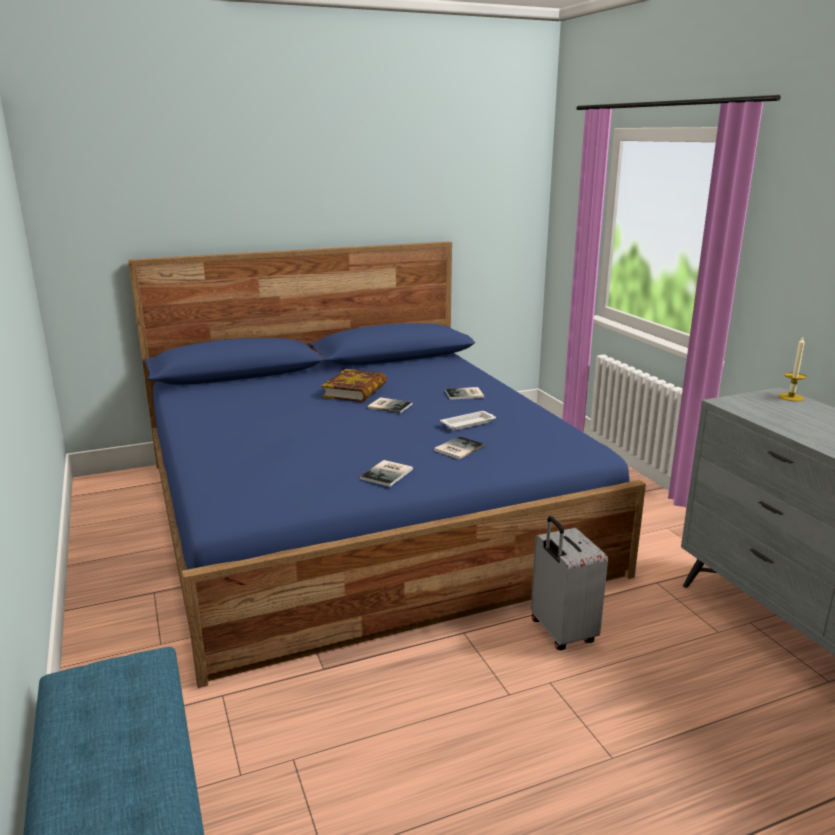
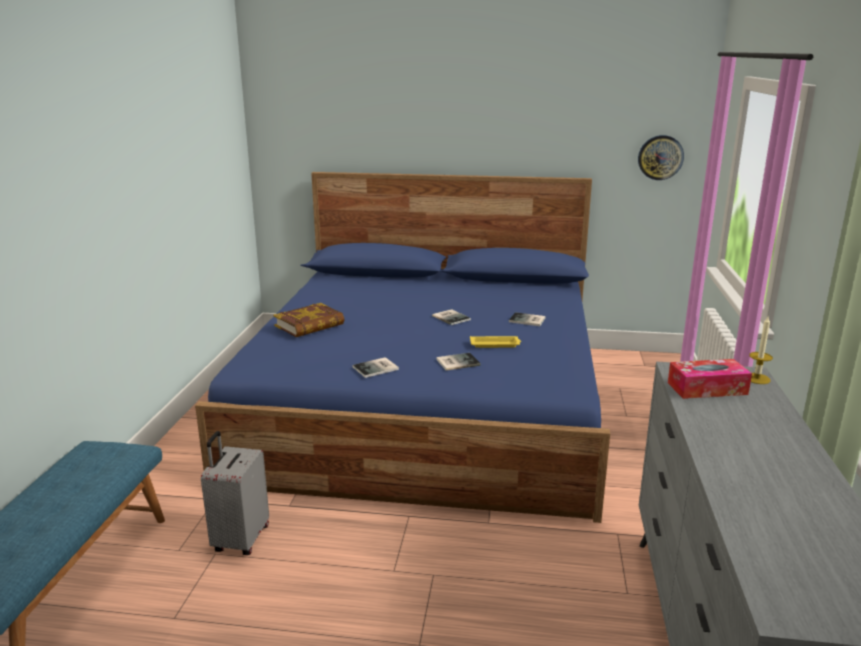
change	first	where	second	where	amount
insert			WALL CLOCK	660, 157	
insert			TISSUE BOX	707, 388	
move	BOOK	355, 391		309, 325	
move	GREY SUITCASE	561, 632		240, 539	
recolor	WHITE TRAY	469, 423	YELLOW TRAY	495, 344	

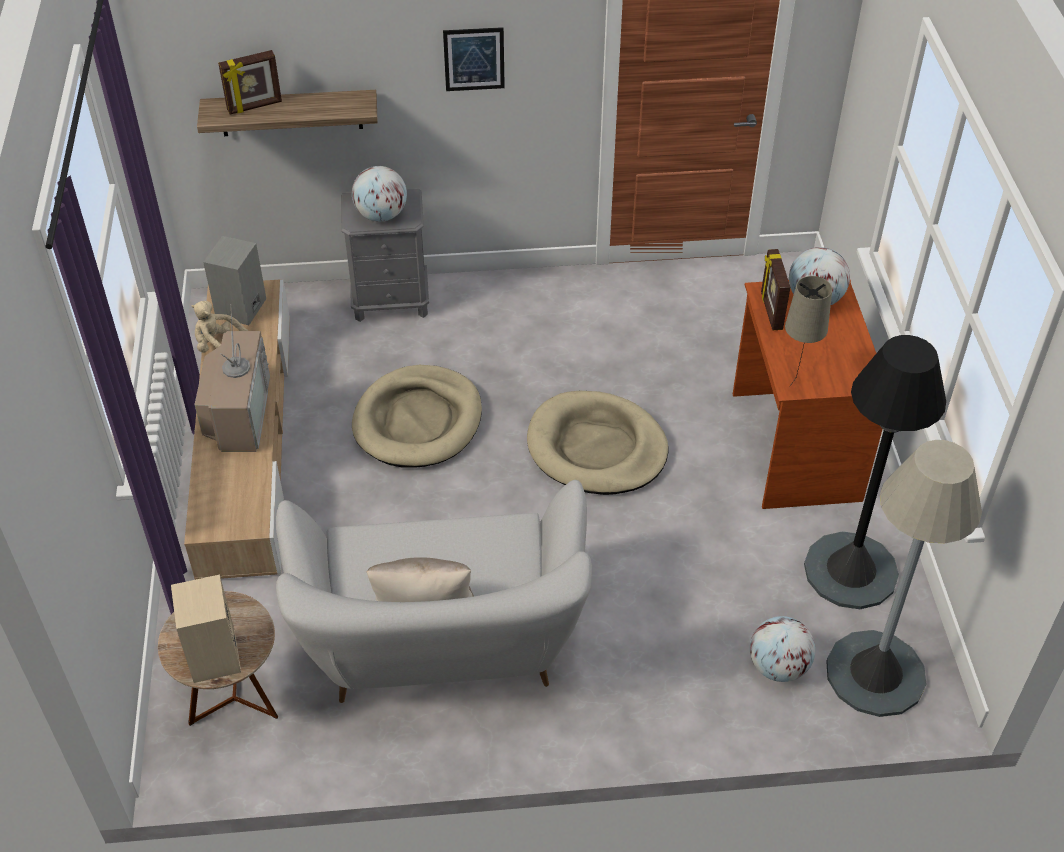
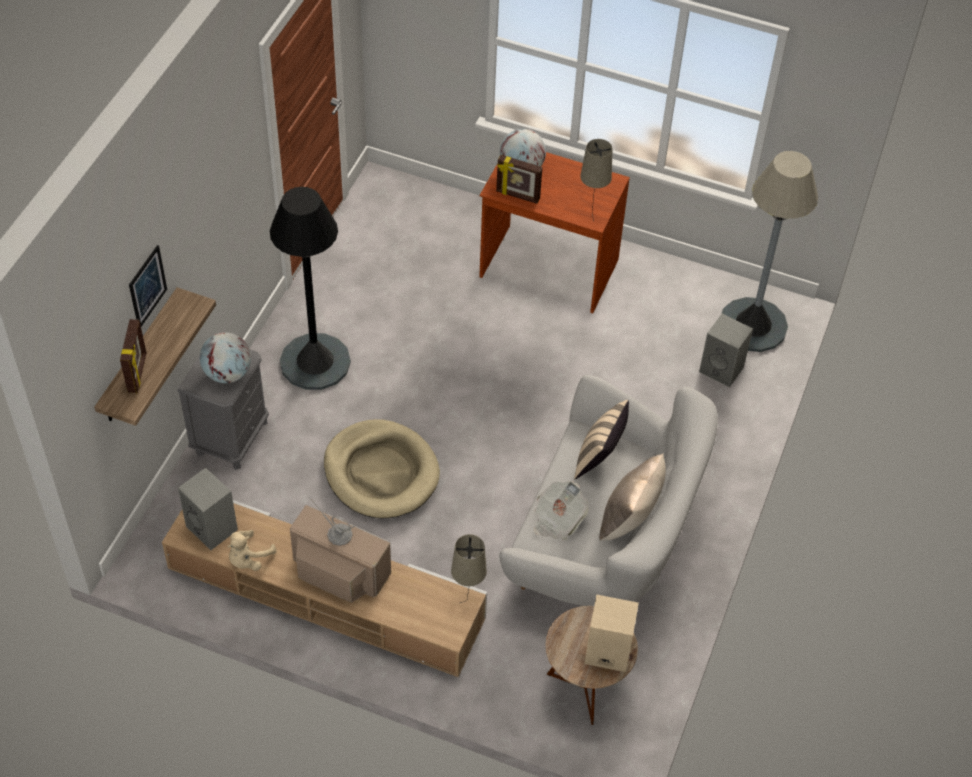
change	first	where	second	where	amount
delete	BEIGE DOG BED	596, 448			
insert			BEIGE TABLE LAMP	467, 603	
insert			NEWSPAPER	557, 519	
insert			BEIGE PILLOW	599, 458	
move	PICTURE	474, 59		147, 286	
move	BLACK FLOOR LAMP	850, 570		315, 362	
replace	GLOBE	778, 667	GREY SPEAKER	722, 369	

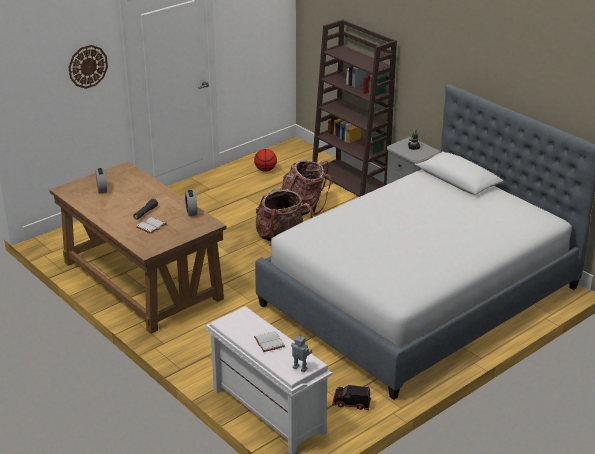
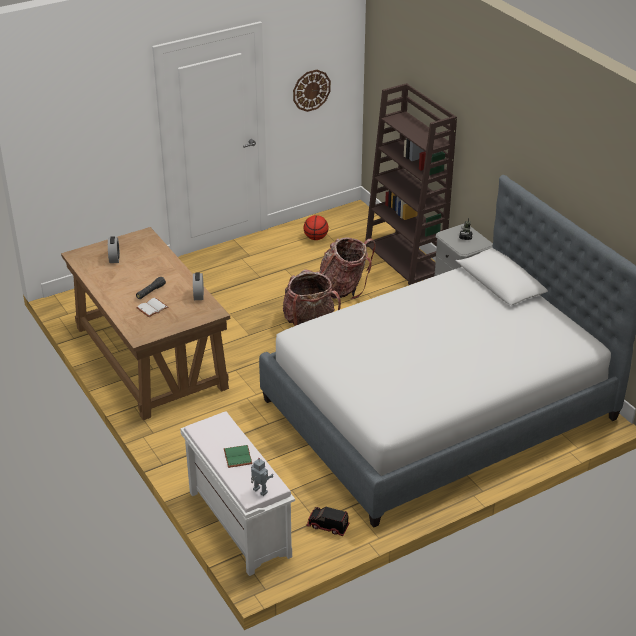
change	first	where	second	where	amount
move	WALL CLOCK	87, 66		311, 90	
recolor	WHITE BOOK	268, 342	GREEN BOOK	236, 457	

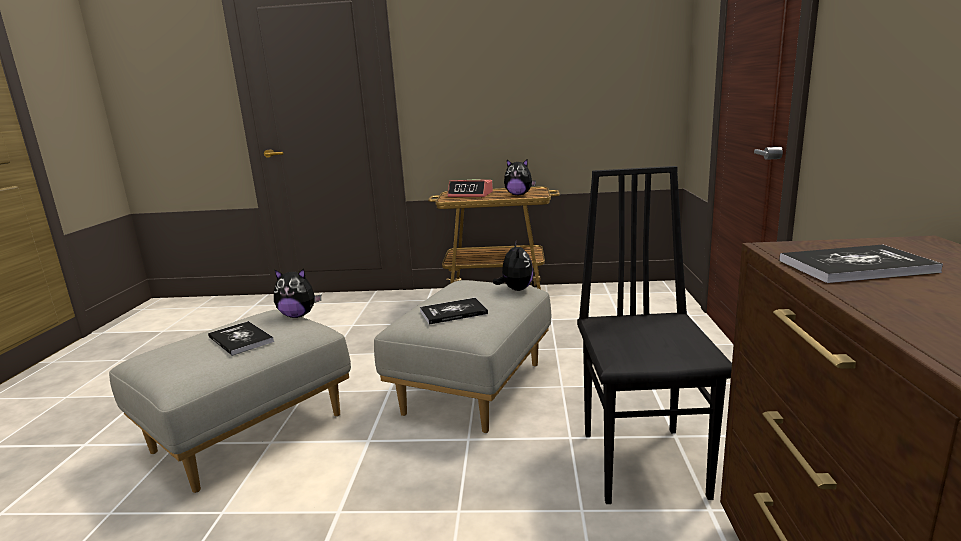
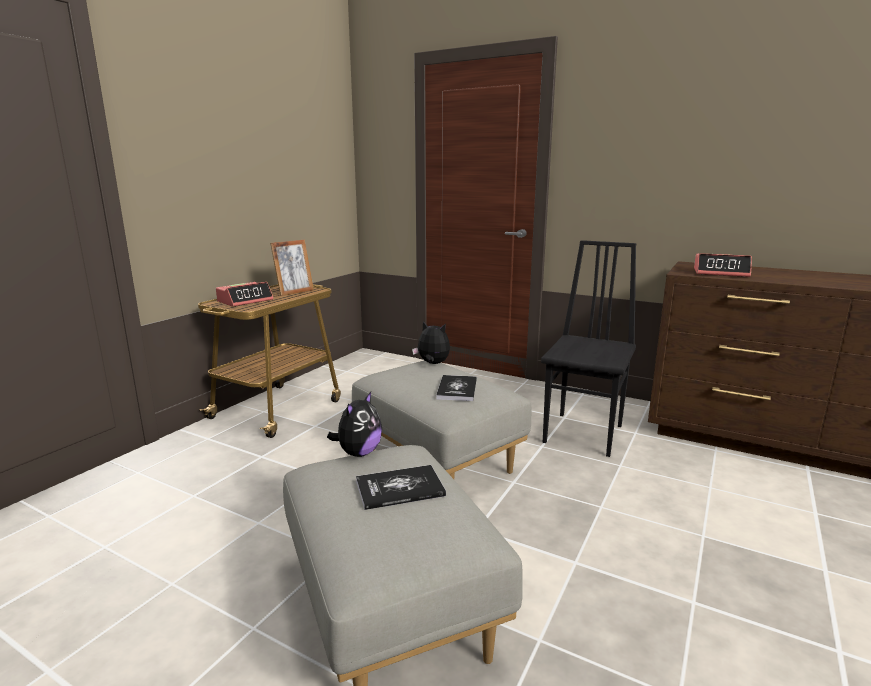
change	first	where	second	where	amount
replace	PLUSH TOY	519, 195	PICTURE FRAME	294, 292	
replace	BOOK	855, 266	ALARM CLOCK	721, 273	
rotate	BLACK CHAIR	645, 462		585, 434	90 degrees clockwise

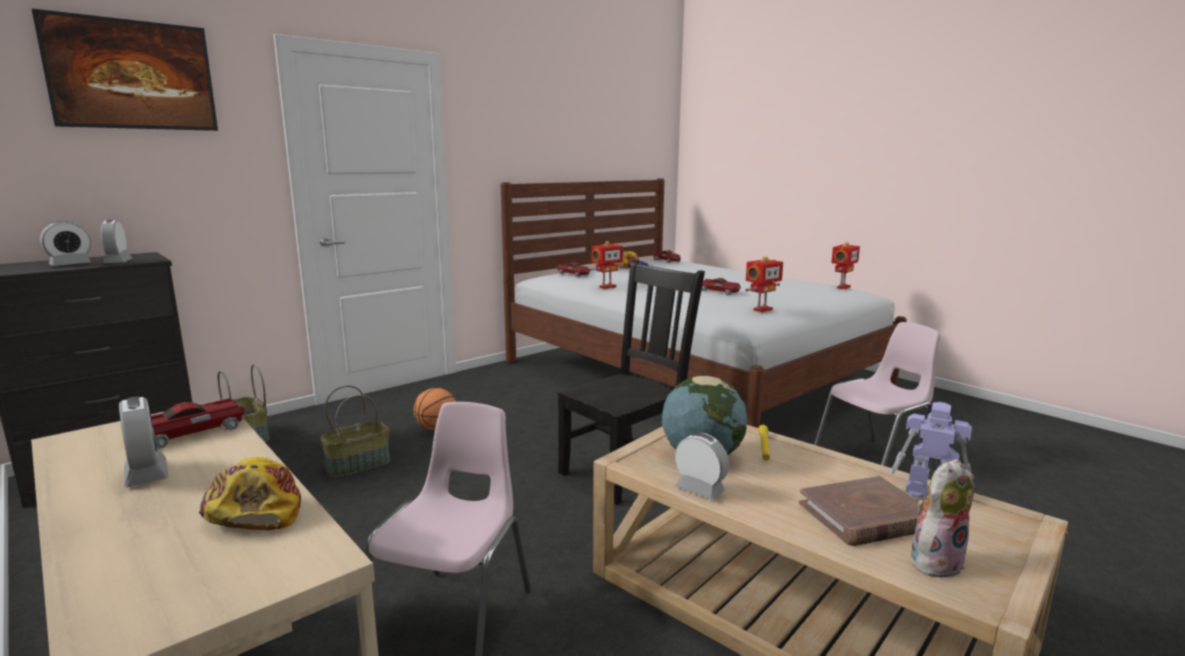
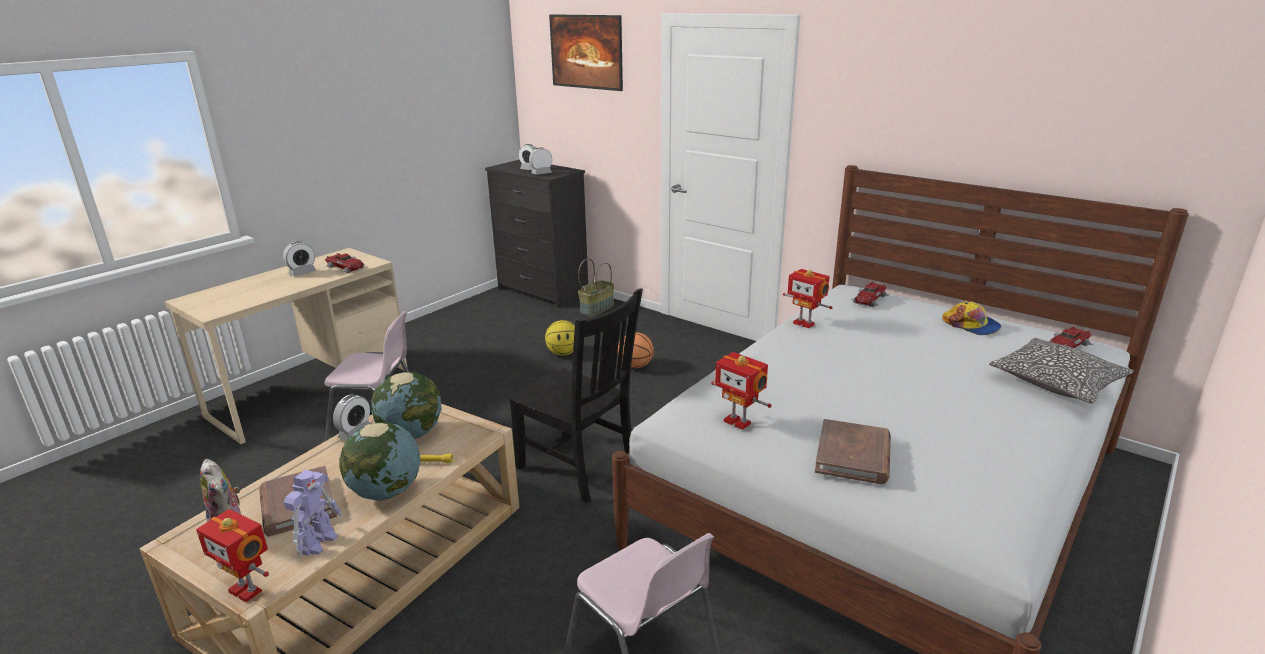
change	first	where	second	where	amount
delete	CAP	253, 507			
delete	TOY CAR	719, 291			
insert			GLOBE	386, 492	
insert			BROWN BOOK	853, 455	
insert			PILLOW	1057, 382	
move	TOY ROBOT	842, 287		247, 590	
replace	BASKET	358, 464	BASKETBALL	563, 353	

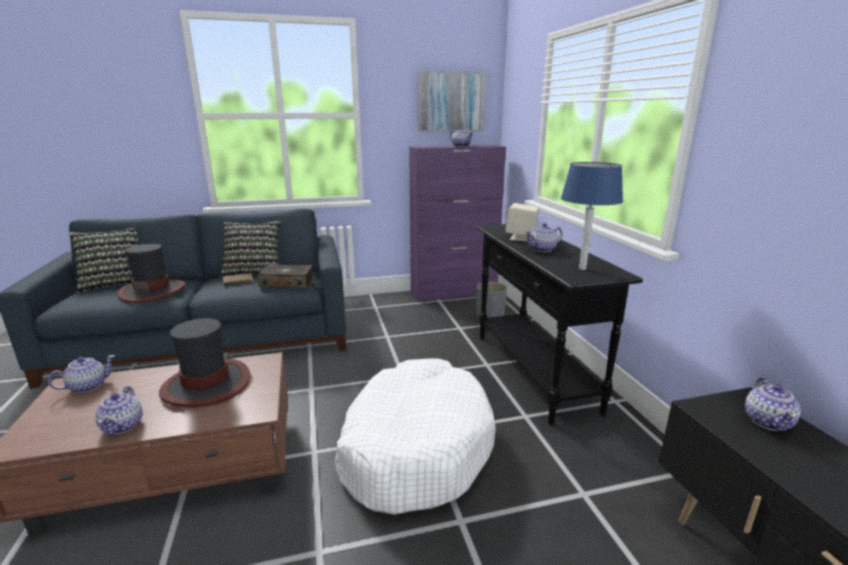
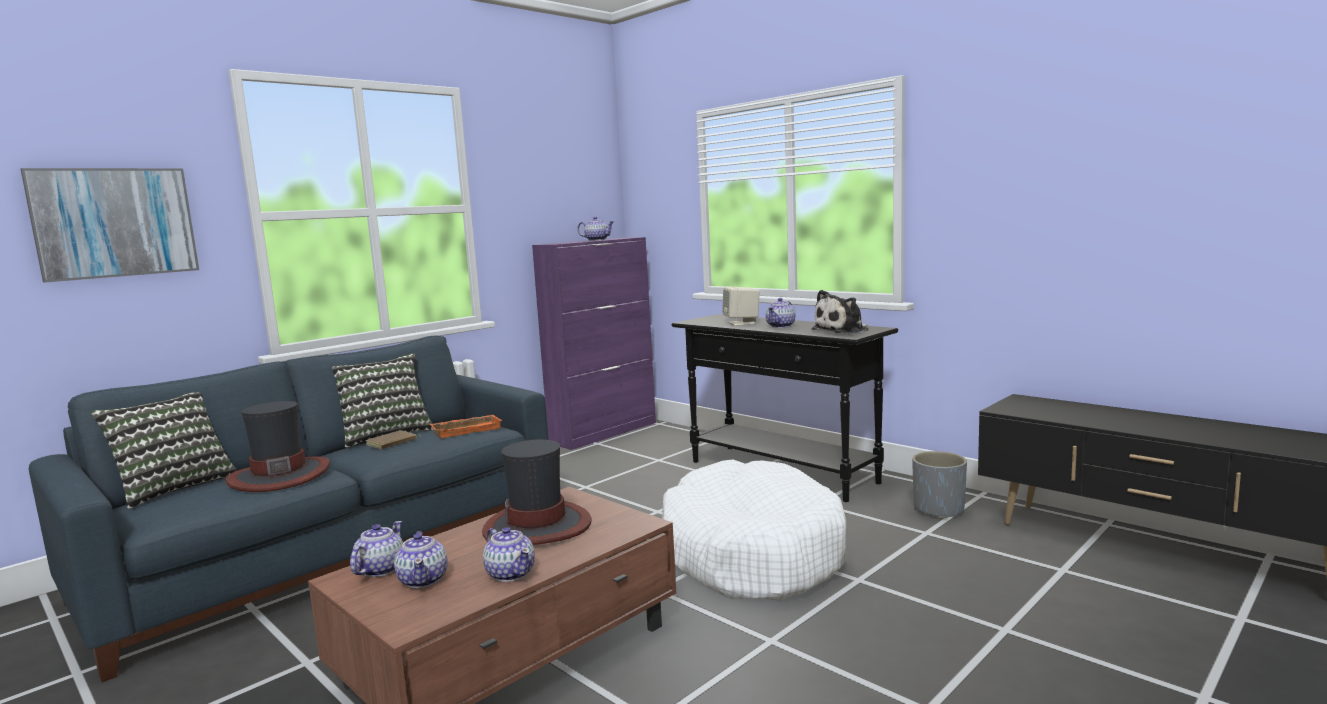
change	first	where	second	where	amount
move	PICTURE	450, 102		115, 223	
move	GREY PLANTER	490, 315		939, 509	
move	TEAPOT	767, 421		423, 580	
replace	BOOK	287, 282	ORANGE TRAY	467, 430	
replace	BLUE TABLE LAMP	582, 268	PLUSH TOY	843, 330	

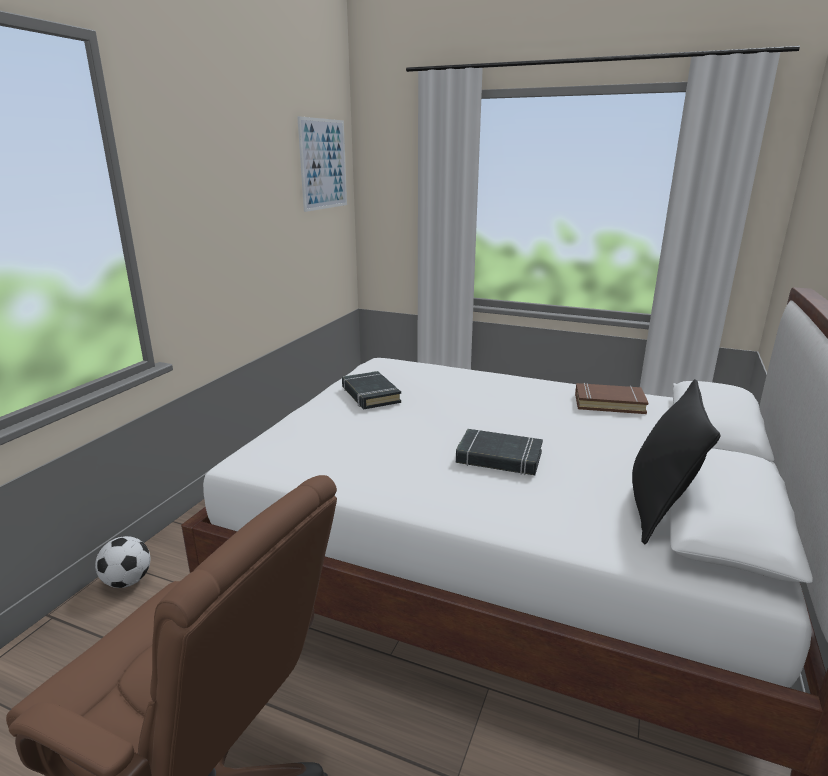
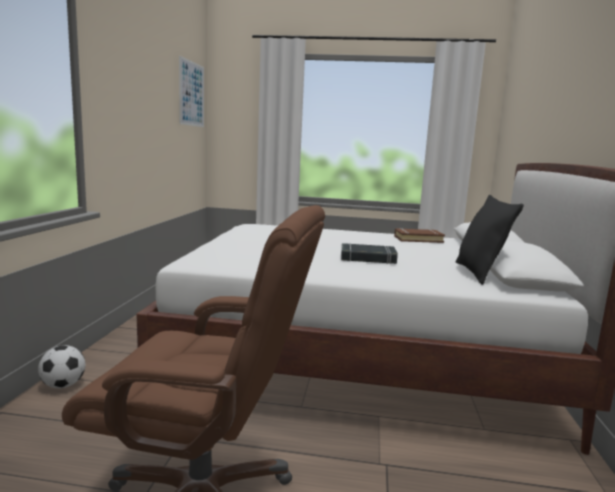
change	first	where	second	where	amount
delete	BLACK BOOK	370, 395			

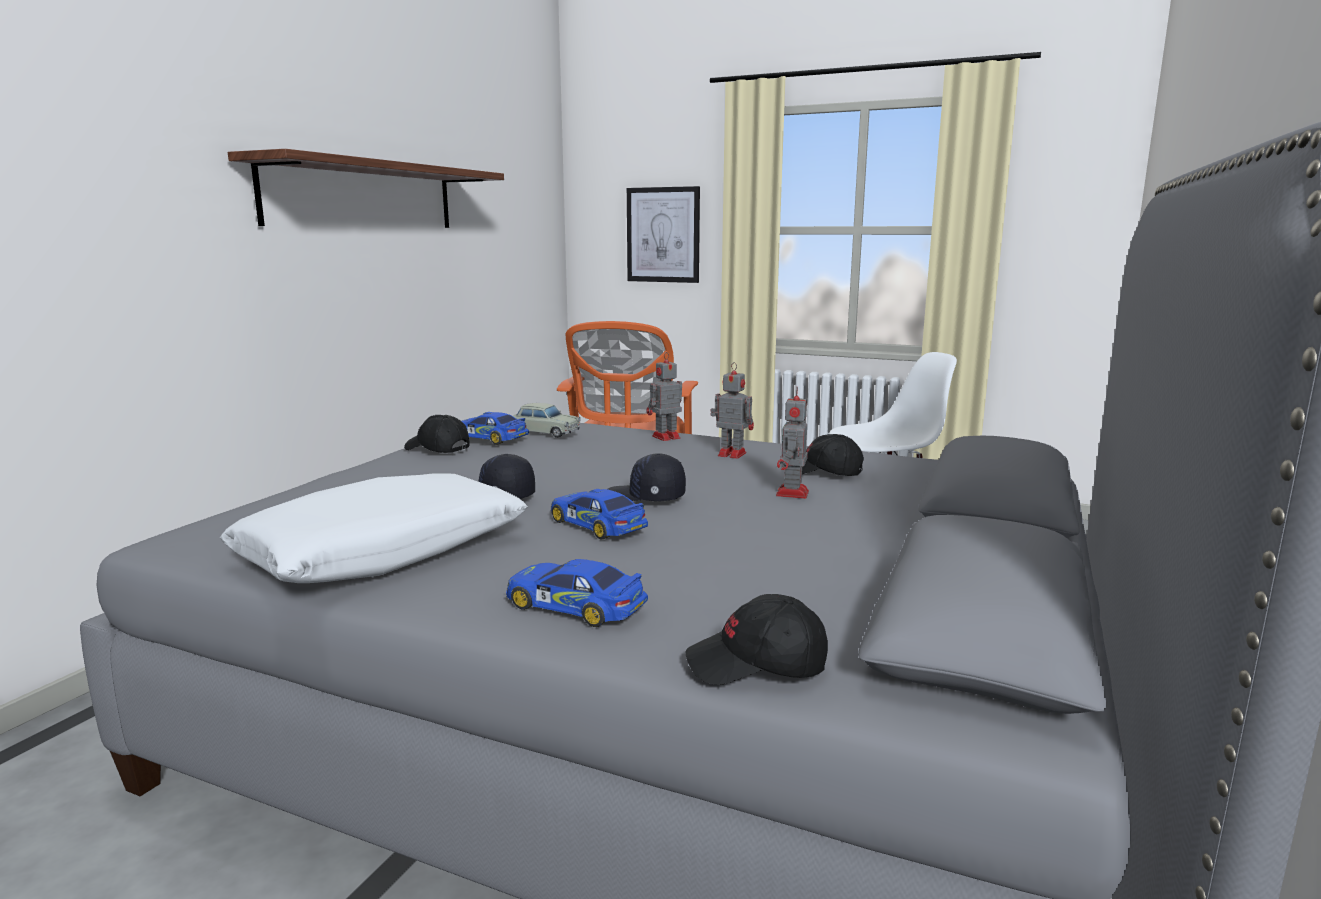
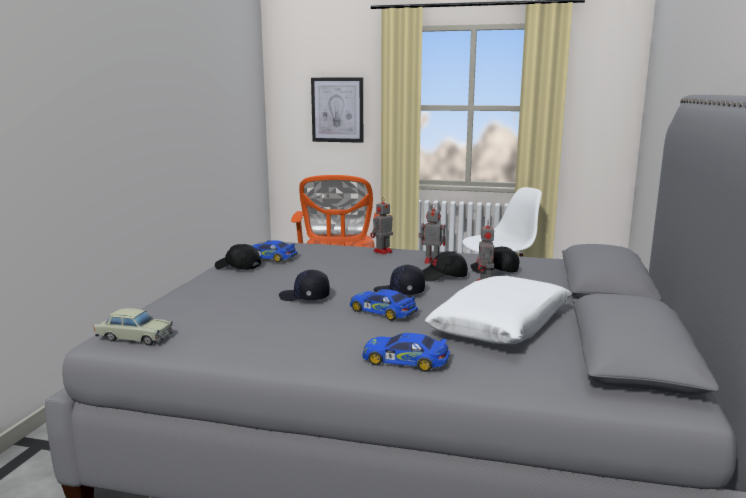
change	first	where	second	where	amount
delete	SHELF	363, 196			
move	WHITE PILLOW	383, 552		501, 325	
move	BEIGE TOY CAR	543, 432		135, 337	
move	BLACK CAP	757, 665		442, 276	

